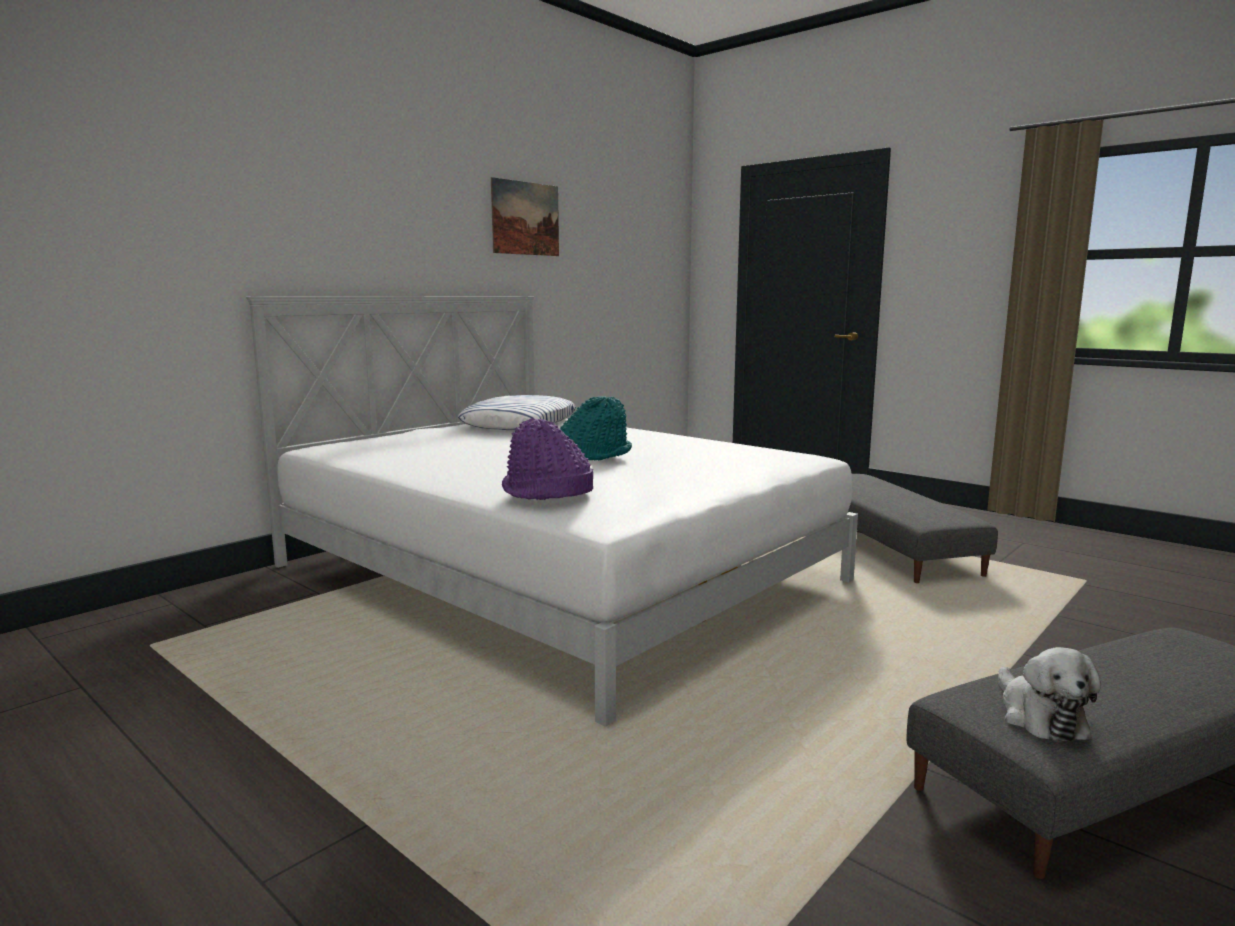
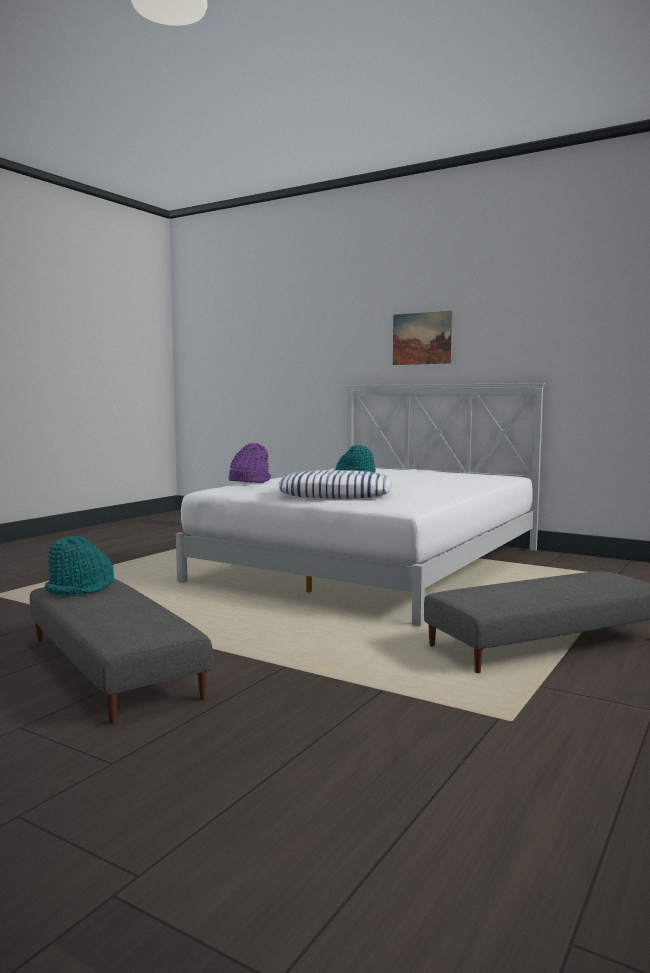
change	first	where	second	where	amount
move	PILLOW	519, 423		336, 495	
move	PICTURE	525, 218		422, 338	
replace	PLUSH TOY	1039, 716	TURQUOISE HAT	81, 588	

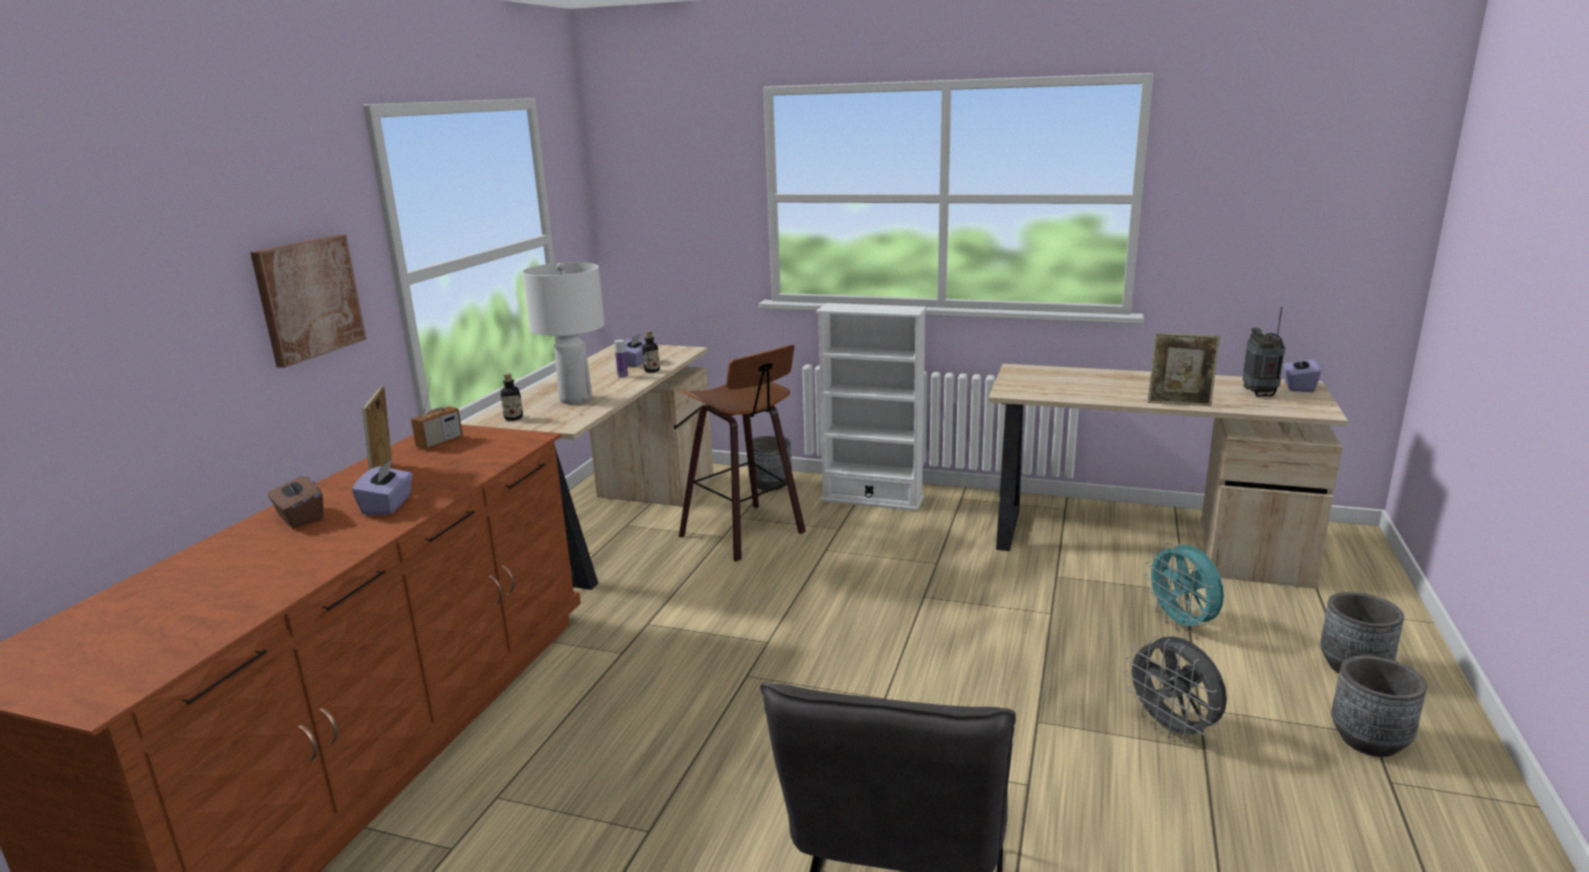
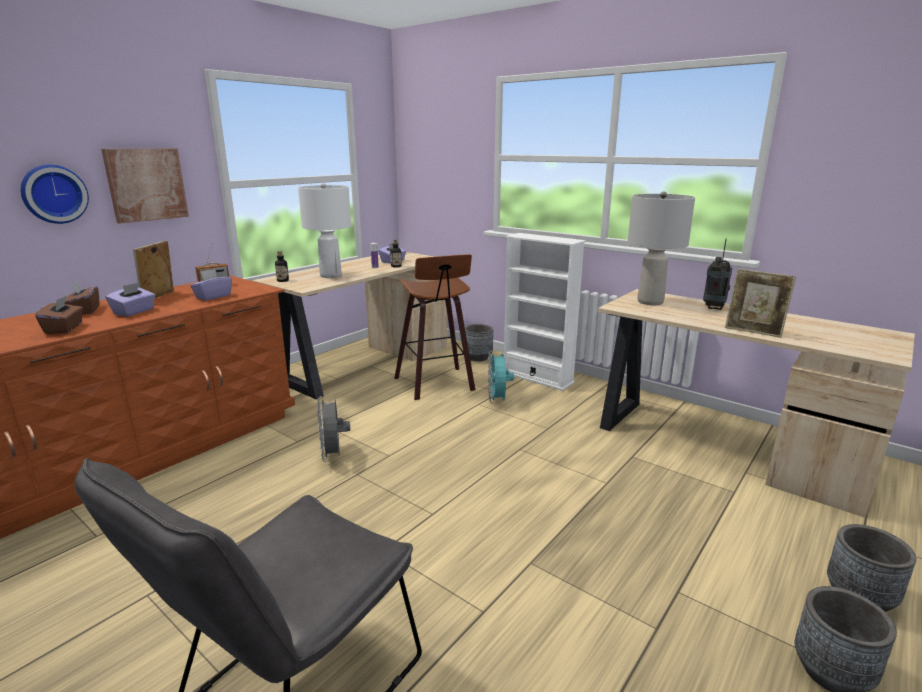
change	first	where	second	where	amount
insert			WALL CLOCK	53, 194	
insert			BROWN TISSUE BOX	64, 329	
insert			GREY TABLE LAMP	650, 302	
move	GREY FAN	1172, 729		333, 456	
move	TURQUOISE FAN	1182, 623		497, 400	
move	RADIO	1259, 394		713, 307	
move	PURPLE TISSUE BOX	1298, 387		213, 296	

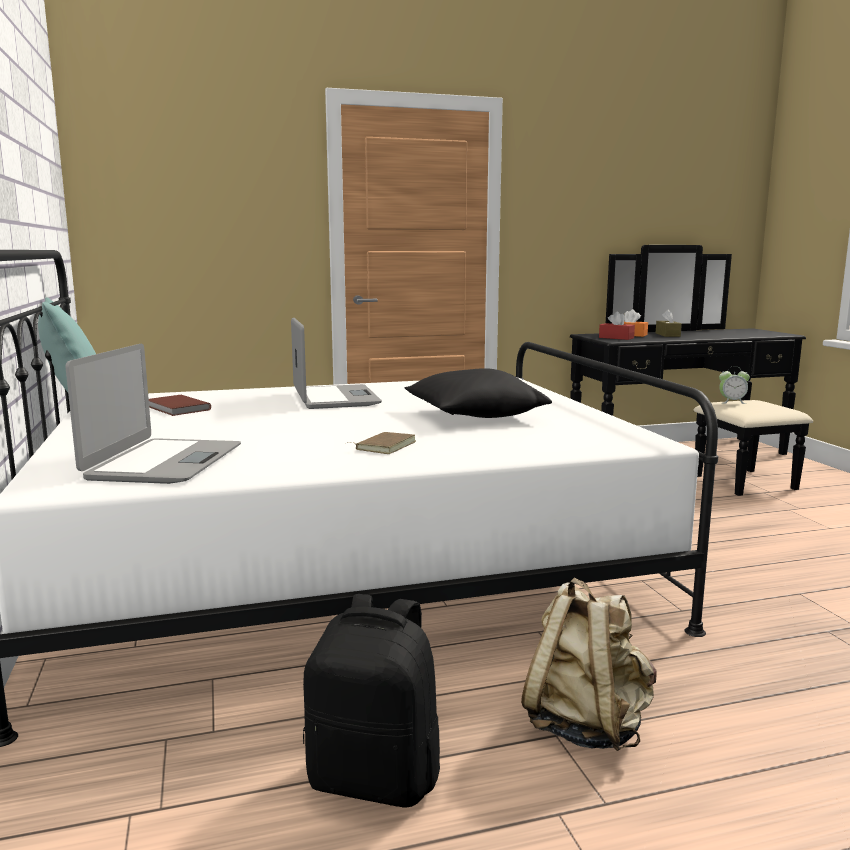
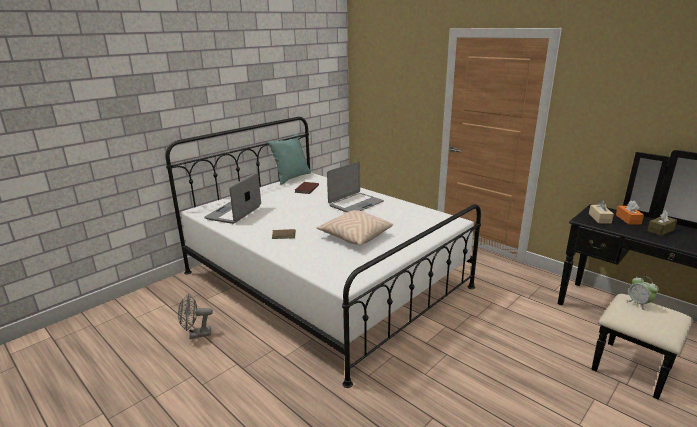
change	first	where	second	where	amount
delete	BEIGE BACKPACK	586, 725			
replace	BLACK BACKPACK	376, 778	GREY FAN	196, 335	
recolor	BLACK PILLOW	474, 416	BEIGE PILLOW	355, 236	
recolor	RED TISSUE BOX	616, 338	BEIGE TISSUE BOX	599, 218	
rotate	LAPTOP	164, 463		234, 213	135 degrees clockwise

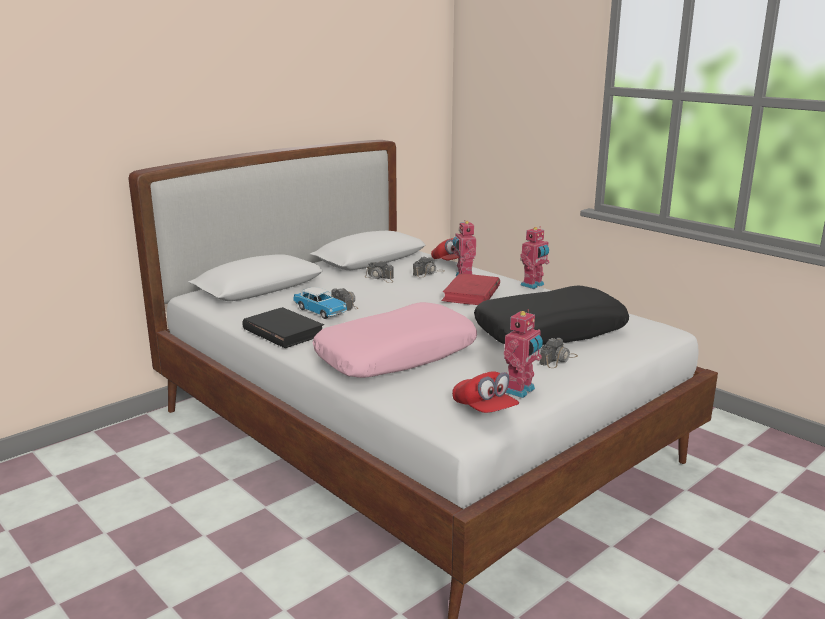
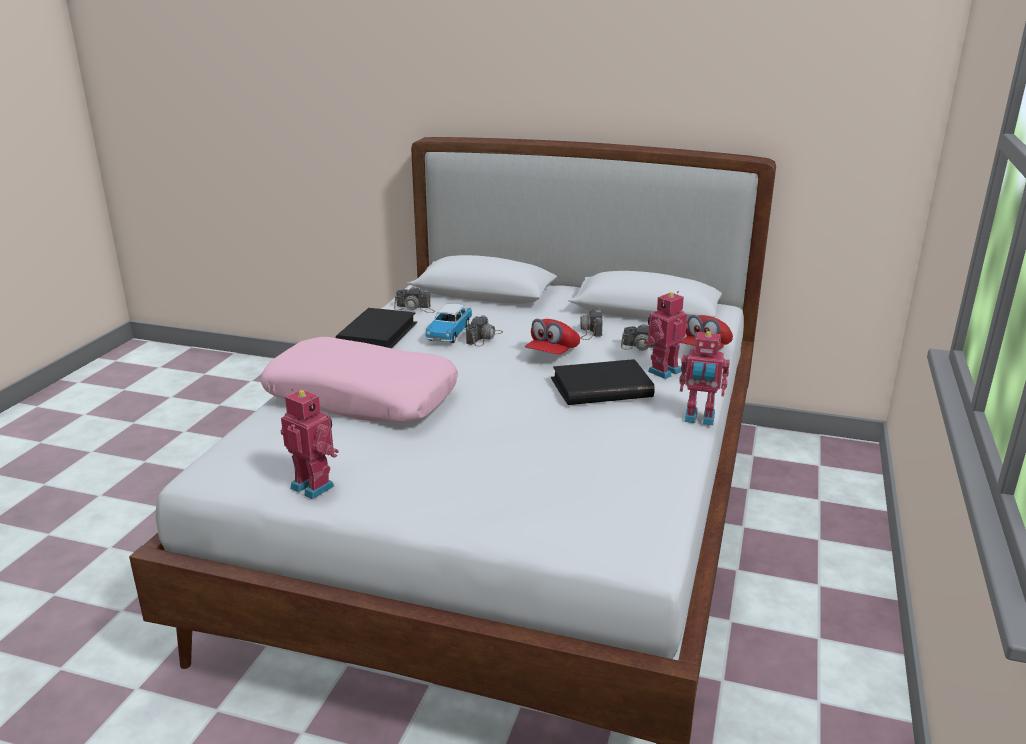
change	first	where	second	where	amount
delete	BLACK PILLOW	550, 331			
move	RED CAP	484, 409		552, 353	
move	PHOTO CAMERA	558, 359		415, 308	
recolor	RED BOOK	471, 294	BLACK BOOK	601, 388	
rotate	TOY ROBOT	521, 391		314, 486	150 degrees counterclockwise

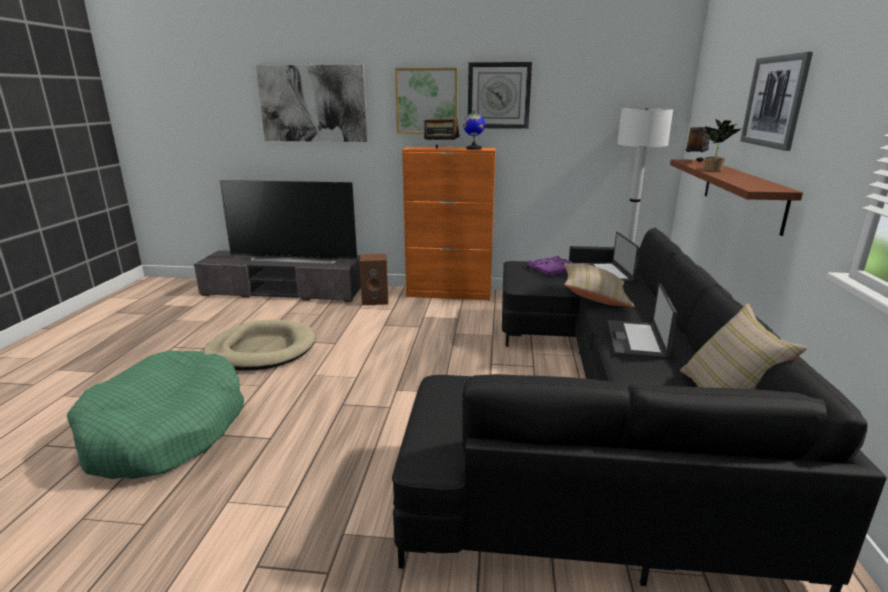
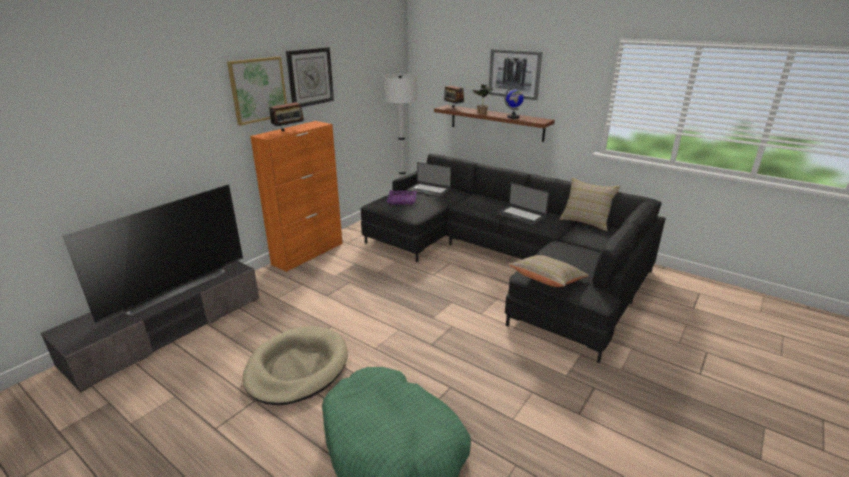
change	first	where	second	where	amount
delete	PICTURE	313, 104			
delete	BROWN SPEAKER	376, 300			
move	GLOBE	473, 149		513, 117	
move	BEIGE PILLOW	594, 297		547, 281	

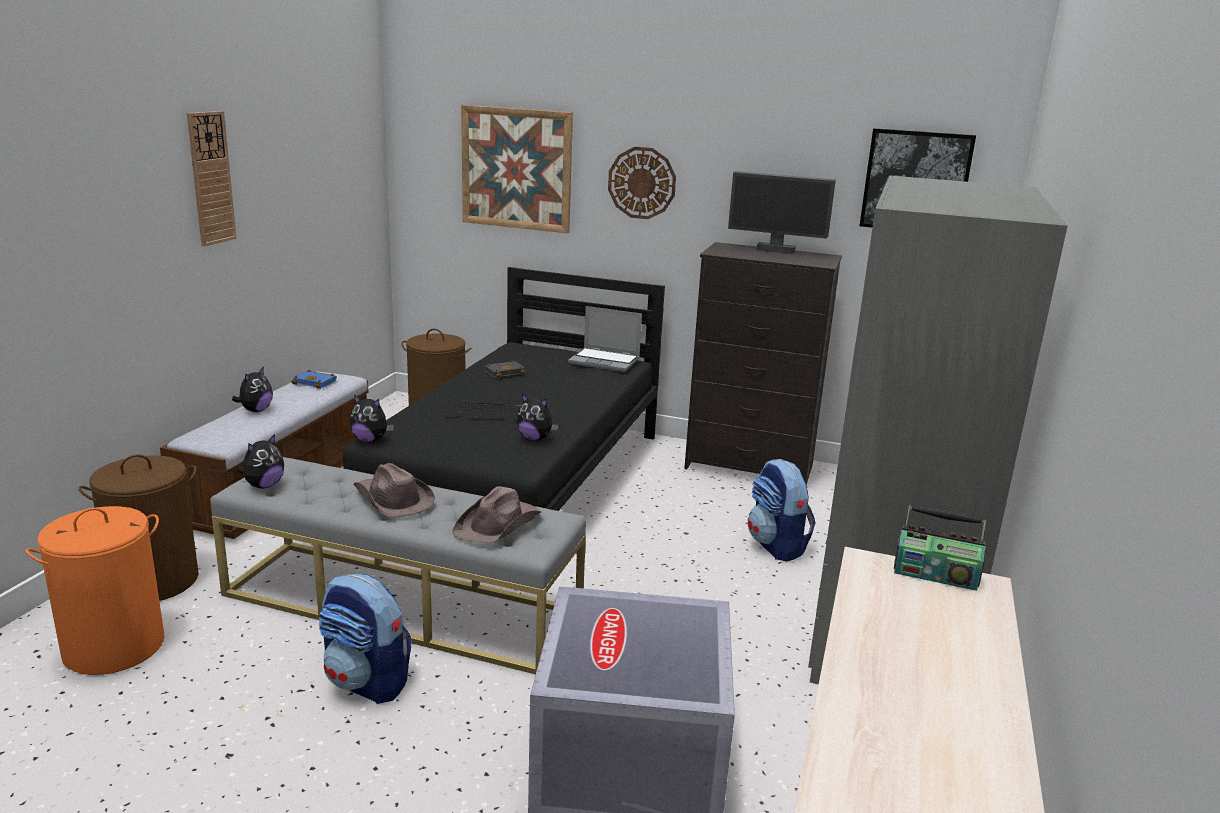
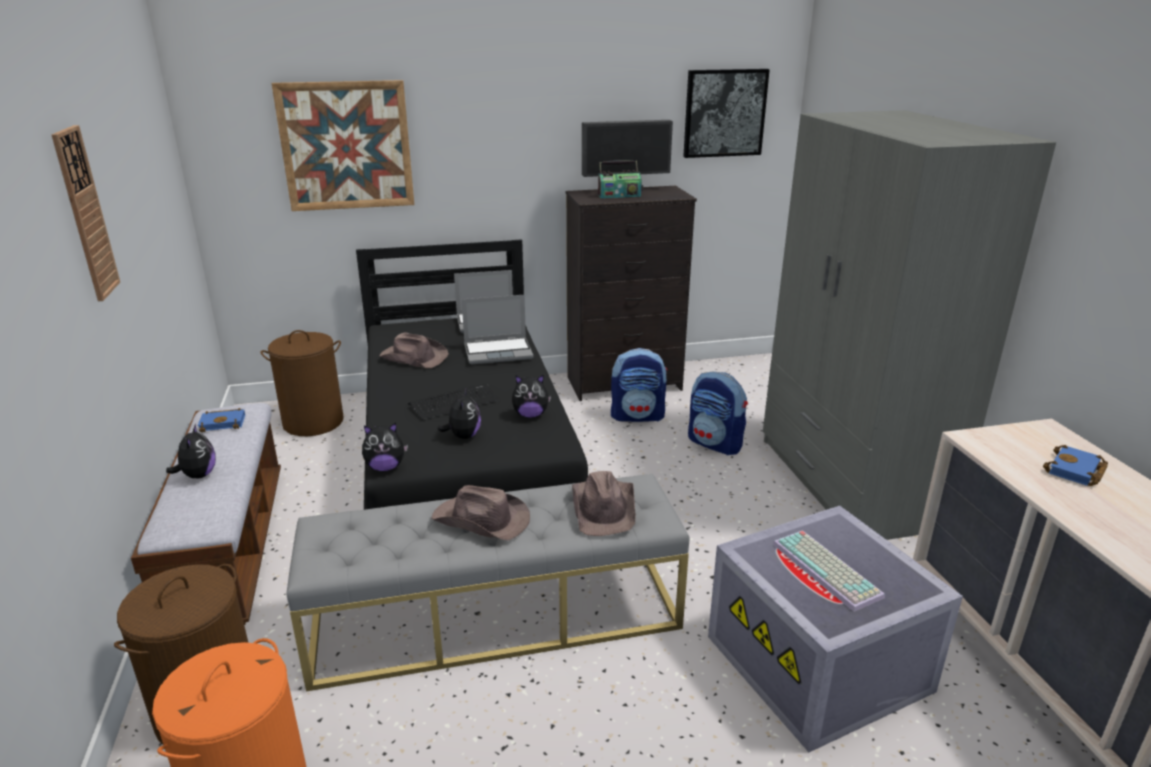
change	first	where	second	where	amount
delete	WALL CLOCK	642, 183			
insert			LAPTOP	499, 352	
insert			KEYBOARD	828, 570	
insert			BLUE BOOK	1076, 471	
move	PLUSH TOY	263, 485		463, 436	
move	BACKPACK	367, 682		638, 416	
move	RADIO	935, 575		619, 195	
replace	BLACK BOOK	505, 372	BROWN HAT	413, 357	

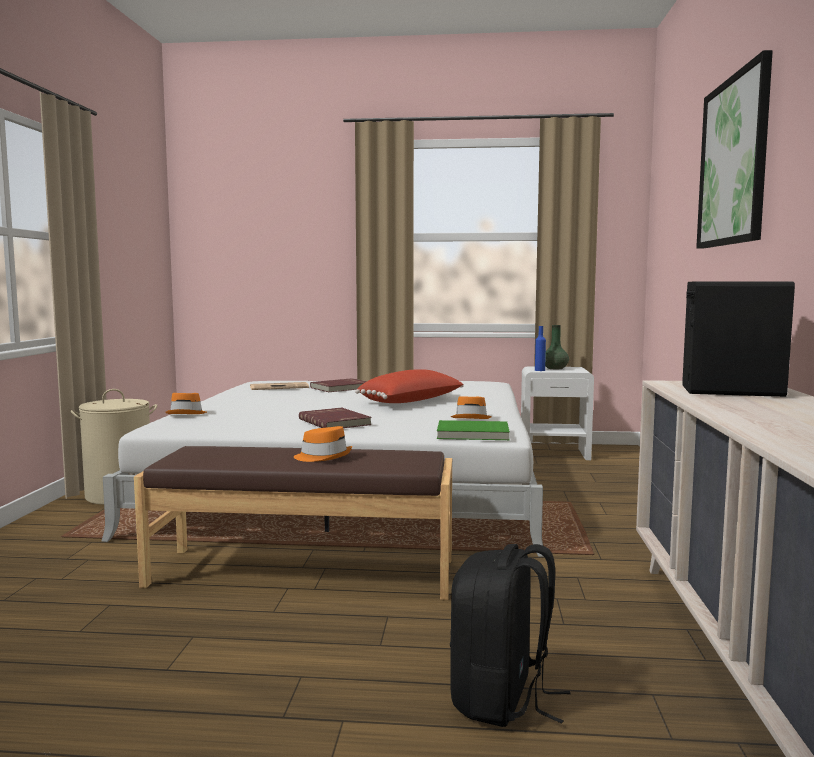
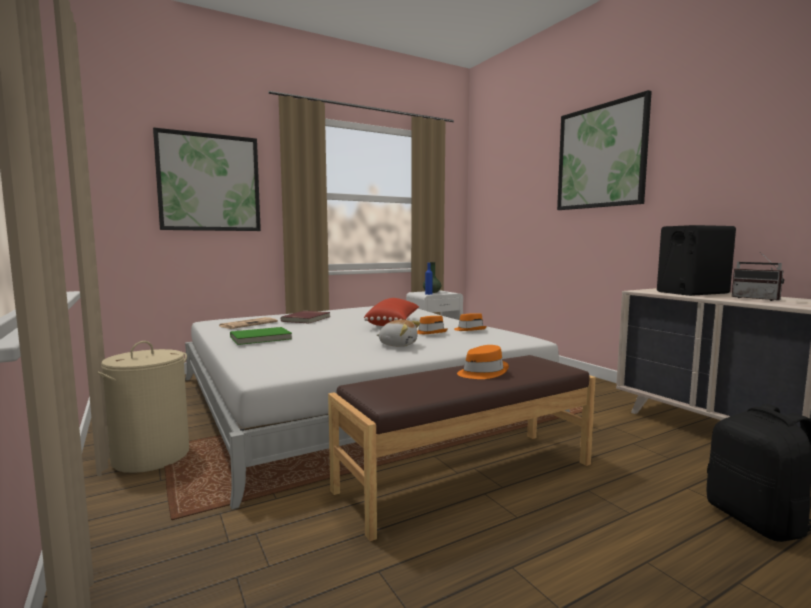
change	first	where	second	where	amount
insert			PICTURE	209, 183	
insert			RADIO	757, 299	
move	ORANGE HAT	187, 413		430, 333	
move	GREEN BOOK	473, 434		261, 338	
replace	RED BOOK	335, 422	PLUSH TOY	398, 345	

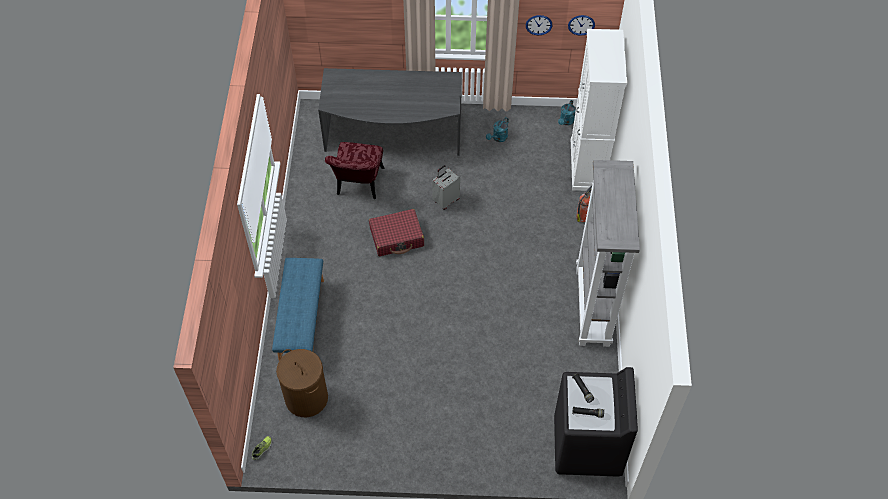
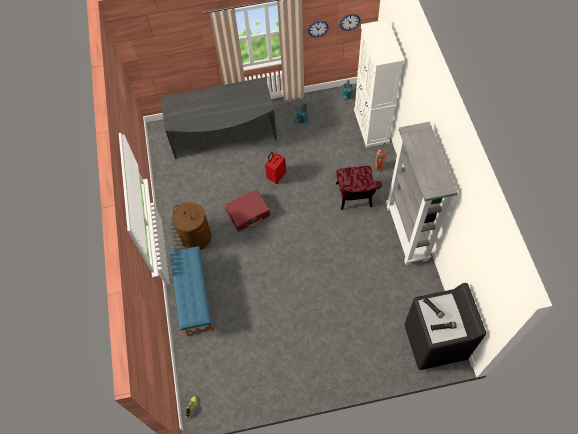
change	first	where	second	where	amount
move	BROWN LAUNDRY BASKET	306, 398		196, 237	
move	RED CHAIR	359, 186		355, 199	
recolor	GREY SUITCASE	446, 200	RED SUITCASE	276, 176	

